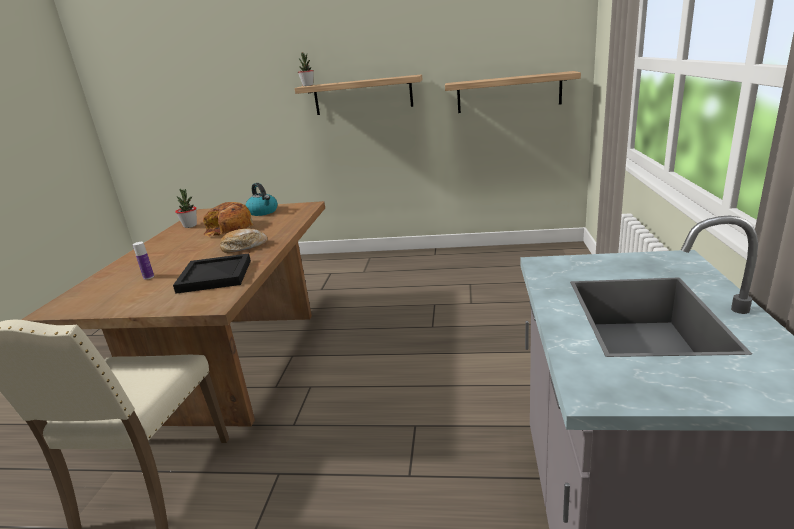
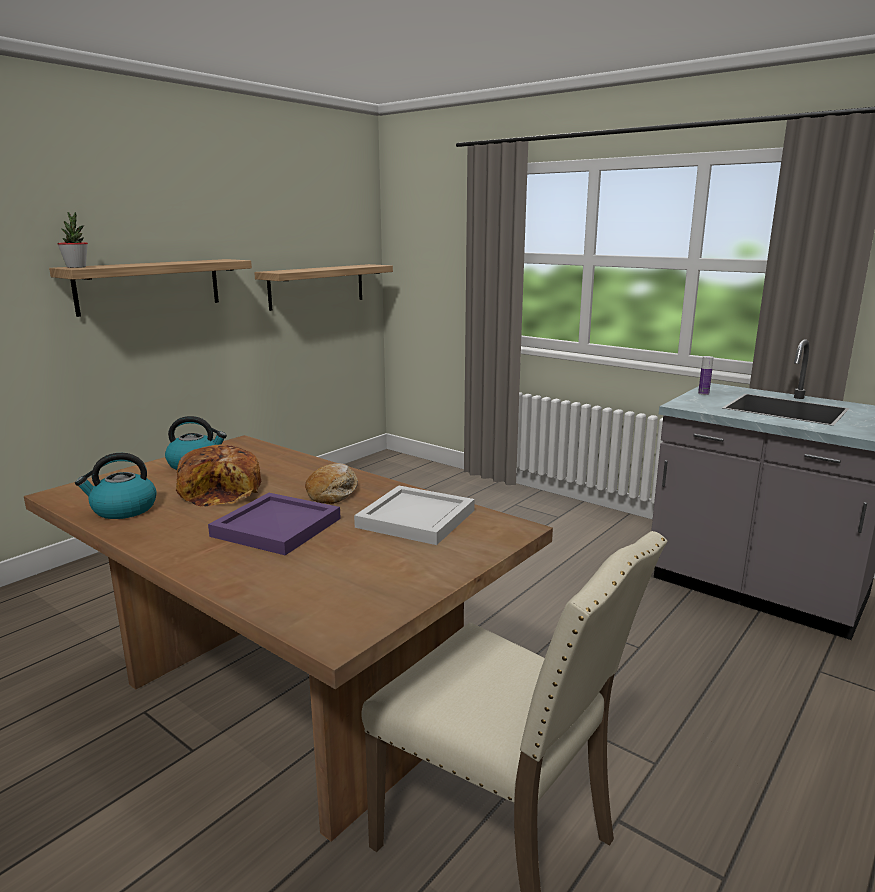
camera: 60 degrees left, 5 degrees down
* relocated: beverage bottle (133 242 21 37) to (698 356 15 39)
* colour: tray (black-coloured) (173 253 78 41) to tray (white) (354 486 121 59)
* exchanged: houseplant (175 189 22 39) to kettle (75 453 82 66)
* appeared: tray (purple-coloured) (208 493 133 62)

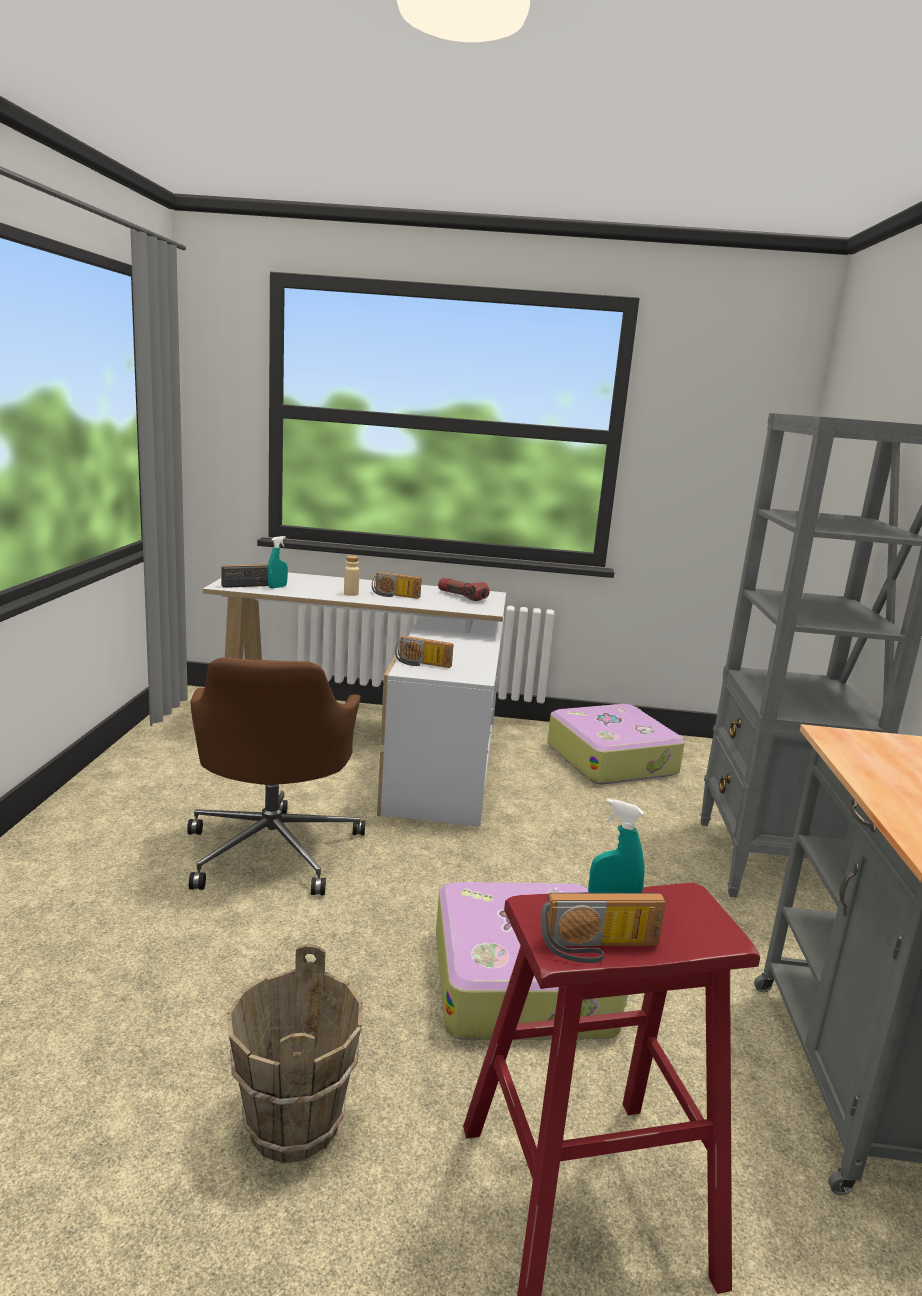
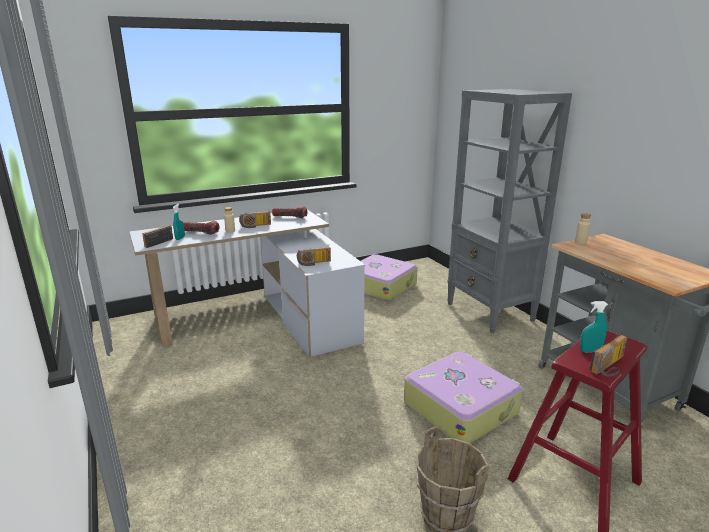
camera: 30 degrees left, 5 degrees up
* missing: office chair (brown) (187 657 178 238)
* appeared: torch (183 221 37 14)
* appeared: beverage bottle (sand-coloured) (575 213 16 31)

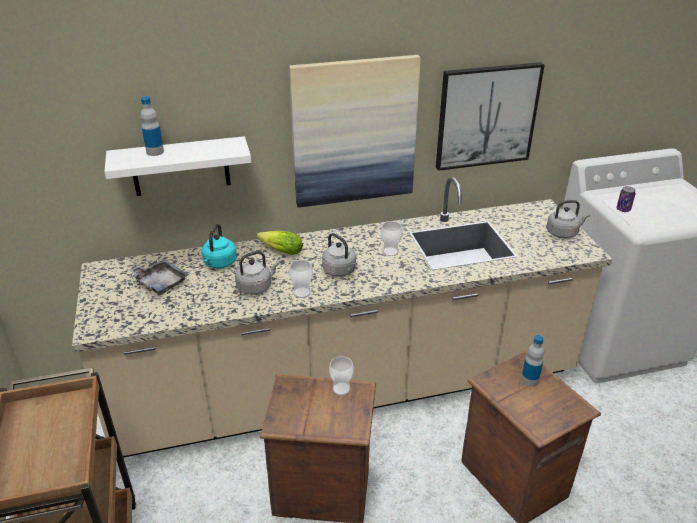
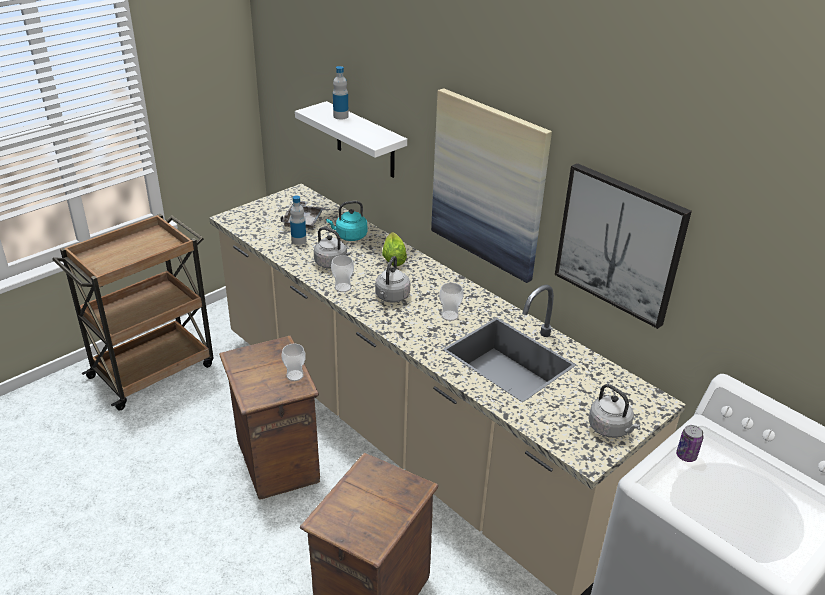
camera: 60 degrees right, 0 degrees up
* relocated: beverage bottle (521 335 23 52) to (290 195 16 50)

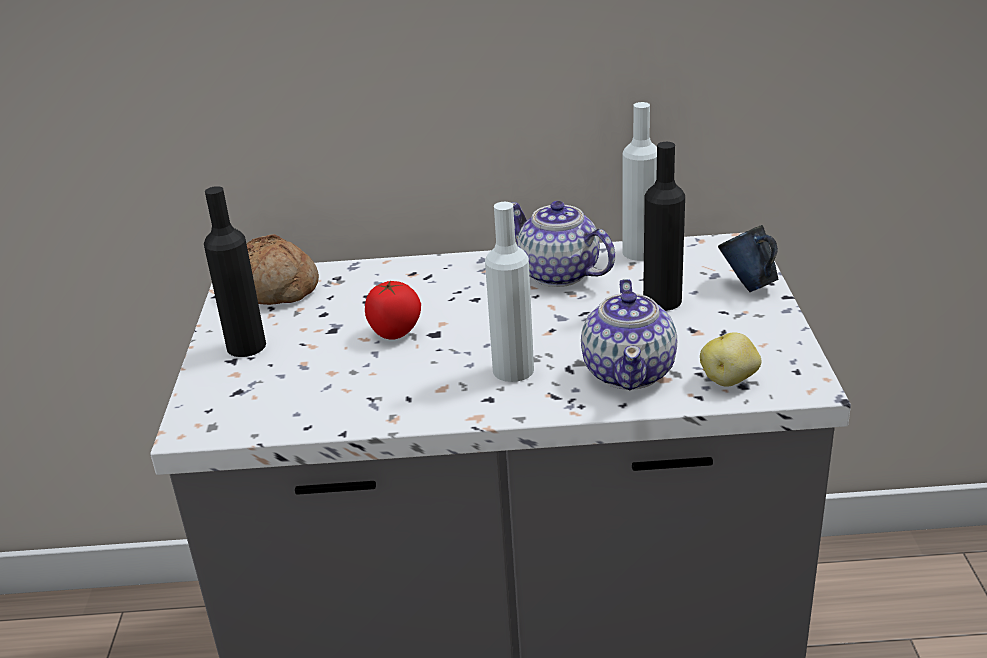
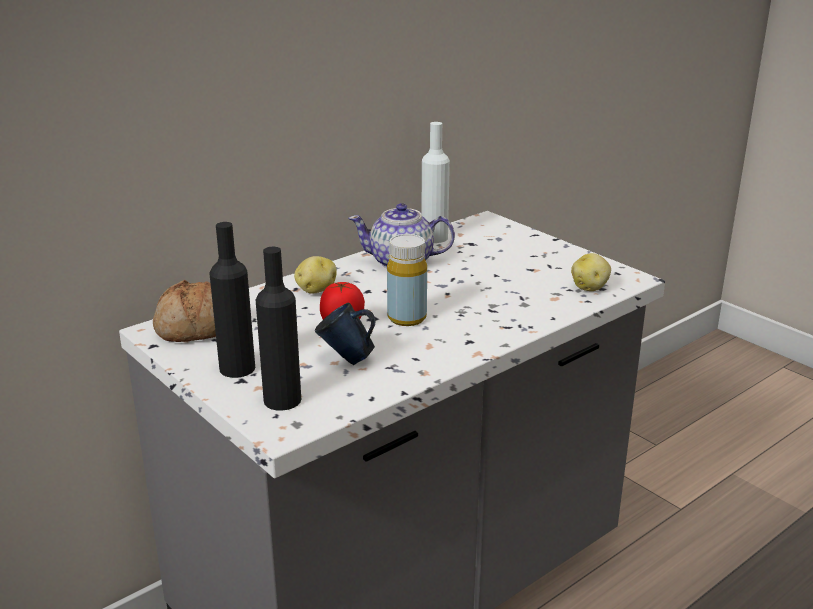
camera: 40 degrees left, 5 degrees down
* missing: beverage bottle (white) (485 202 49 180)
* missing: tea pot (581 279 96 111)
* relocated: beverage bottle (black-coloured) (643 142 42 169) to (256 247 45 164)
* relocated: tea mug (blue-coloured) (718 225 60 67) to (315 303 61 62)
* appeared: spud (294 256 43 38)
* appeared: beverage bottle (yellow-coloured) (387 234 40 92)

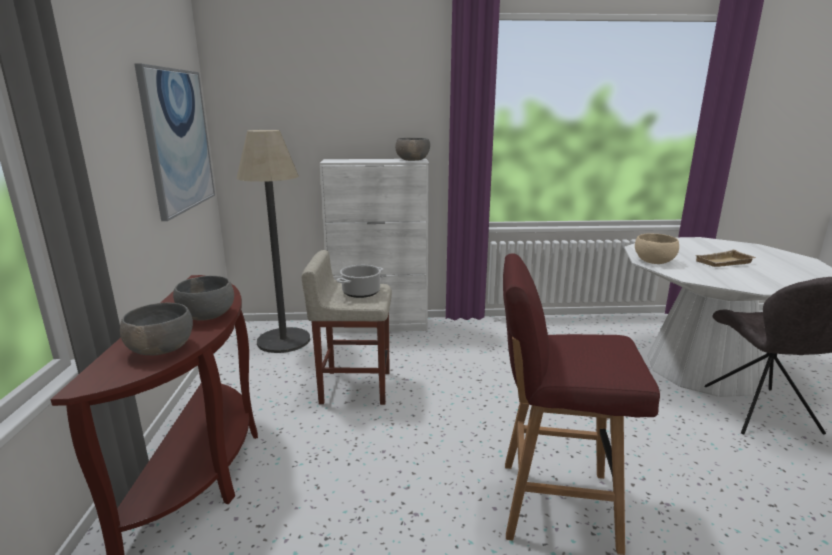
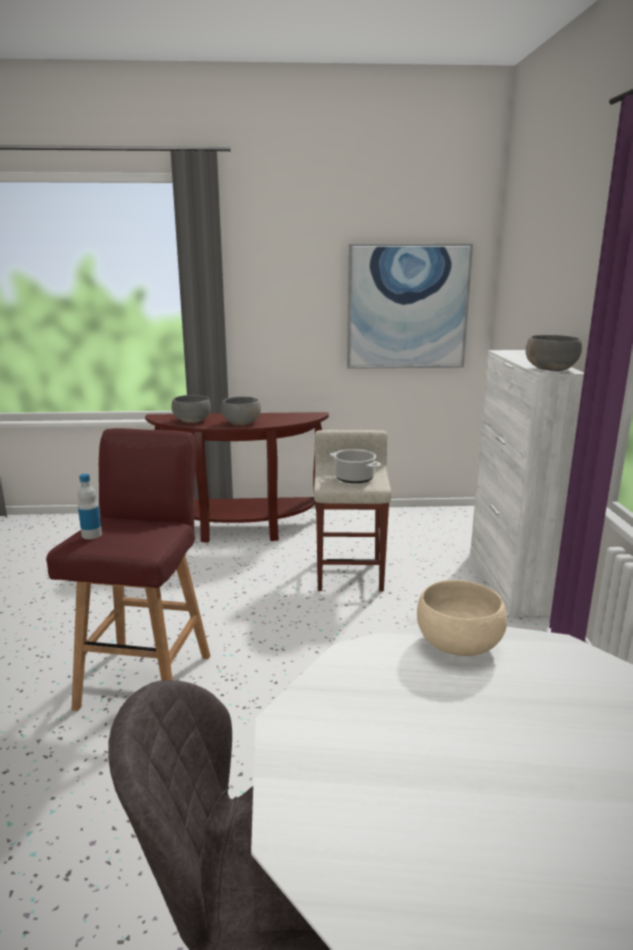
camera: 90 degrees right, 0 degrees up
* missing: standard lamp (236 130 74 223)
* missing: tray (sand-coloured) (696 250 61 17)
* appeared: beverage bottle (77 474 25 65)

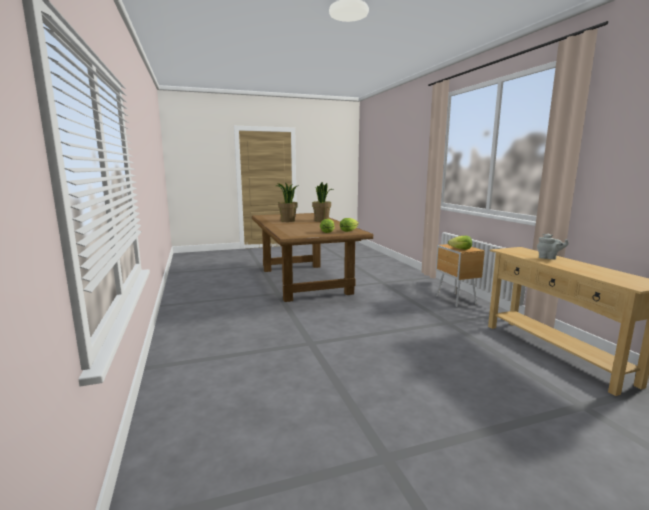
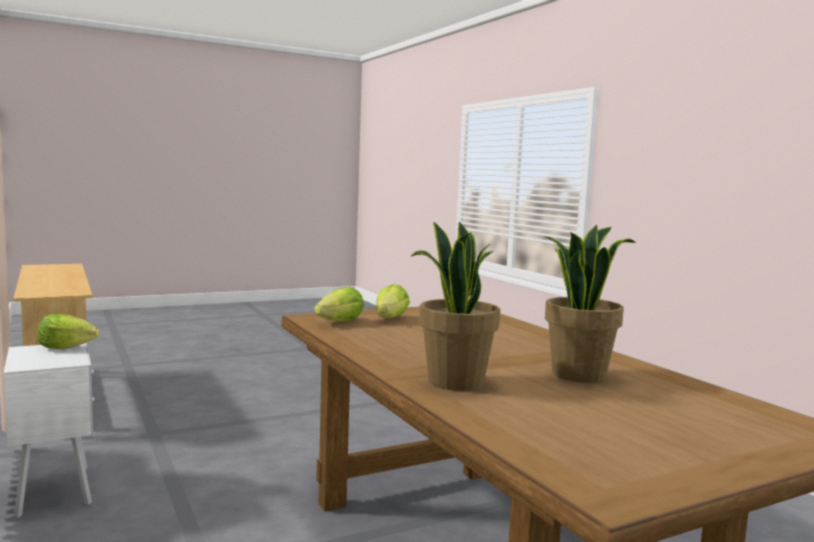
camera: 170 degrees right, 5 degrees down
* colour: nightstand (brown) (436 244 49 63) to nightstand (white) (3 342 91 176)
* missing: tea pot (grey) (537 234 32 25)

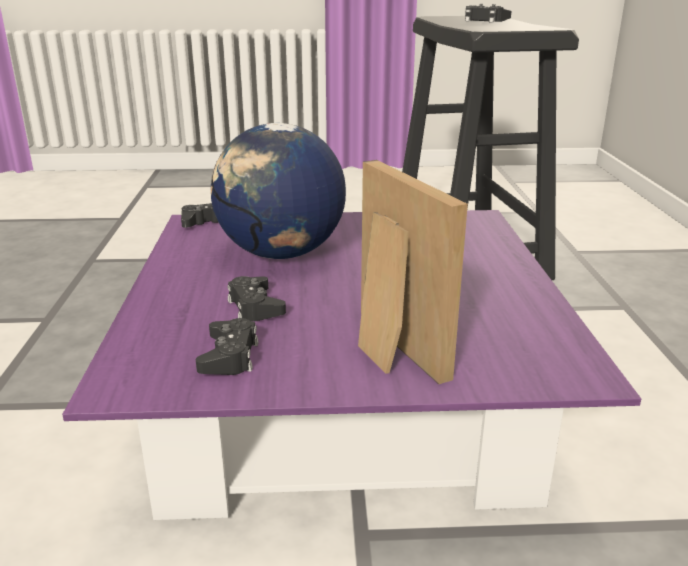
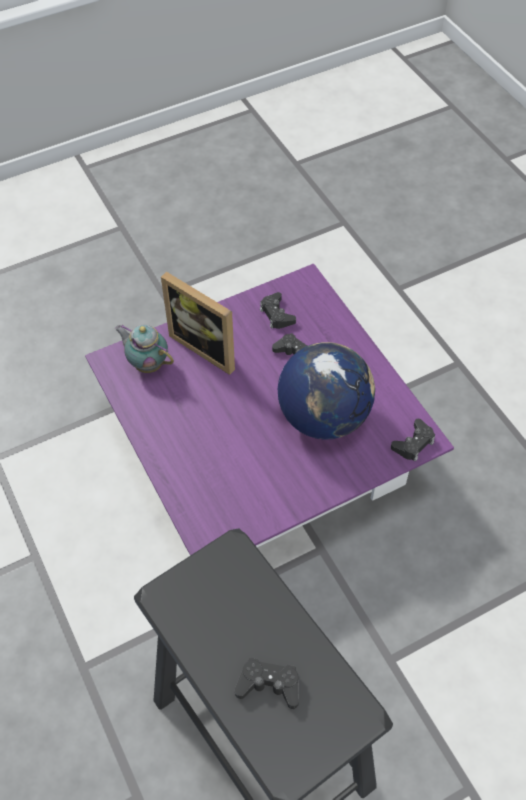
camera: 155 degrees right, 30 degrees up
* appeared: tea pot (115 324 59 49)

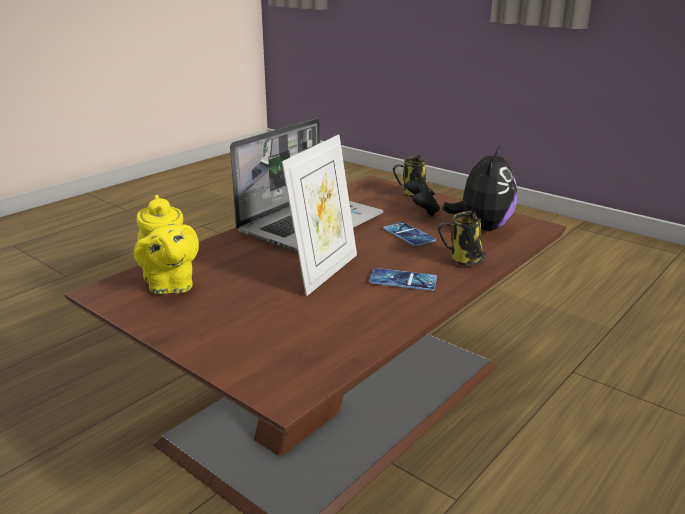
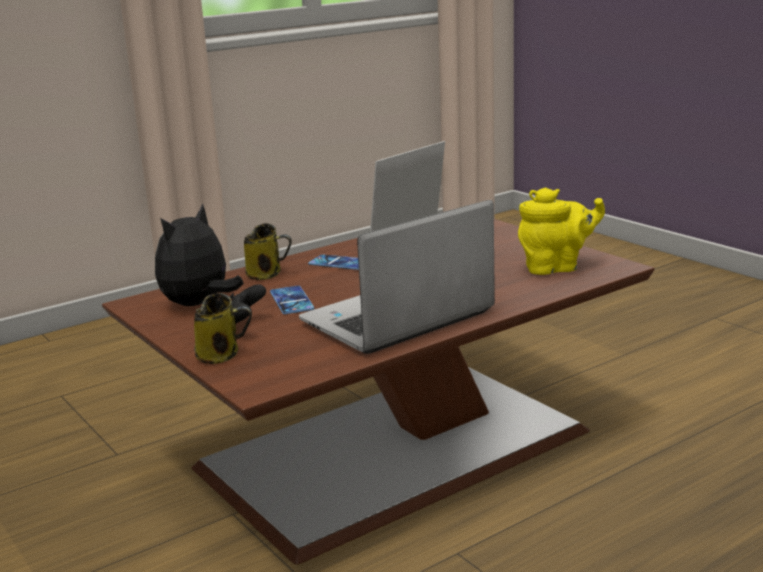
camera: 165 degrees left, 5 degrees down
* spun: tea pot (yellow-coloured) (134 195 65 99) = (518 187 87 88) 90 degrees clockwise

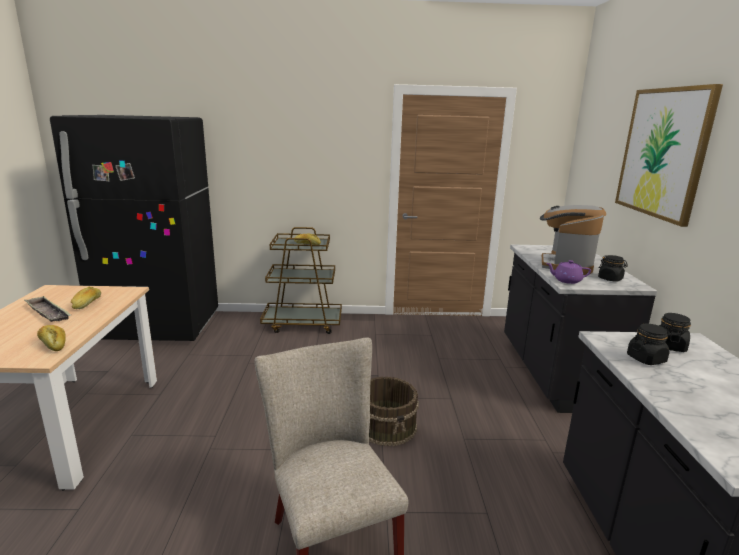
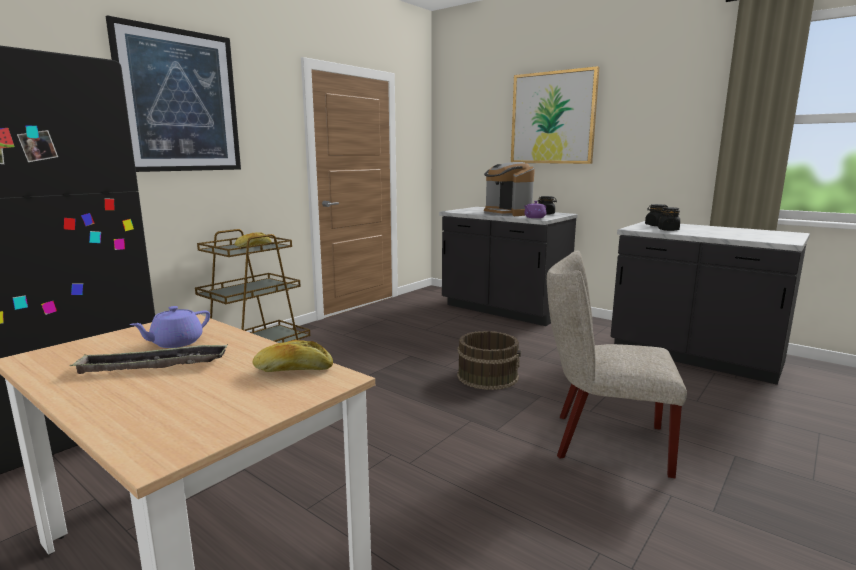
camera: 50 degrees left, 5 degrees down
* exchanged: baked bread (71 287 30 22) to tea pot (purple-coloured) (130 306 80 42)
* appeared: picture (105 15 136 157)

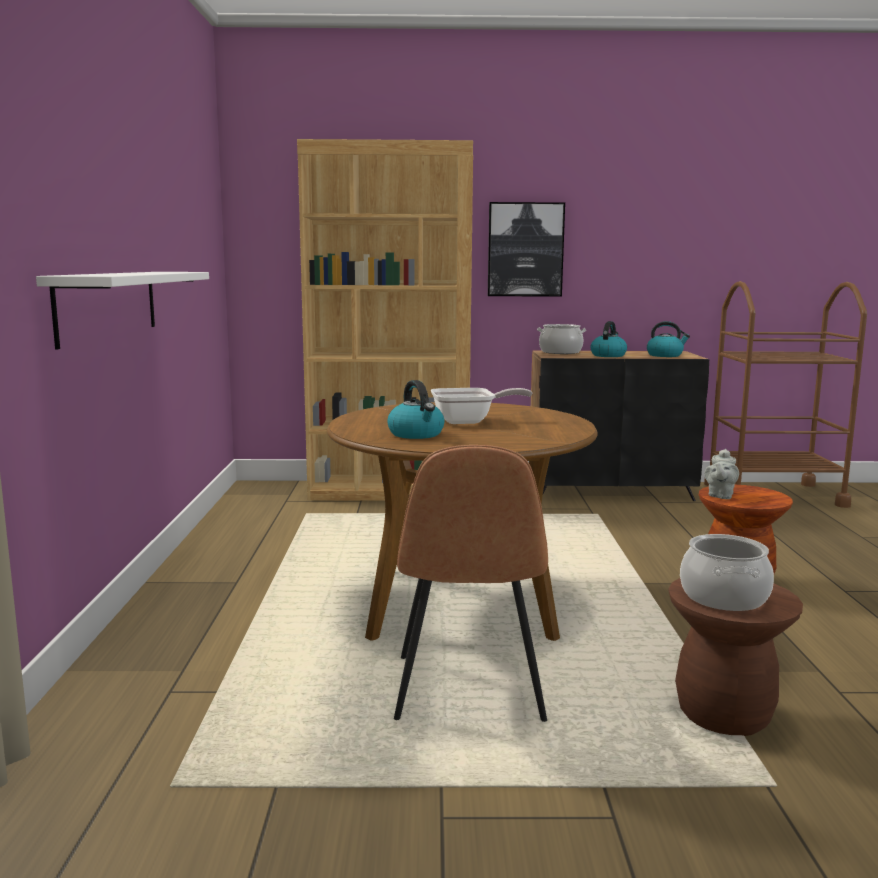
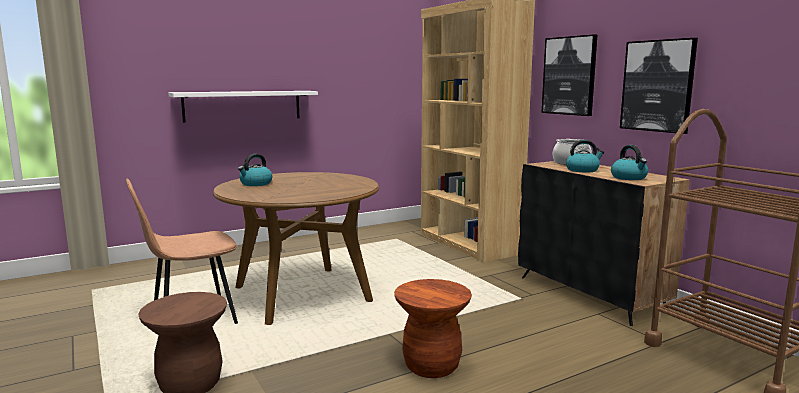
camera: 60 degrees right, 0 degrees up
* missing: pan (431 388 101 36)
* missing: stockpot (680 534 94 77)
* missing: tea pot (grey) (704 449 35 50)
* appeared: picture (620 38 78 96)

